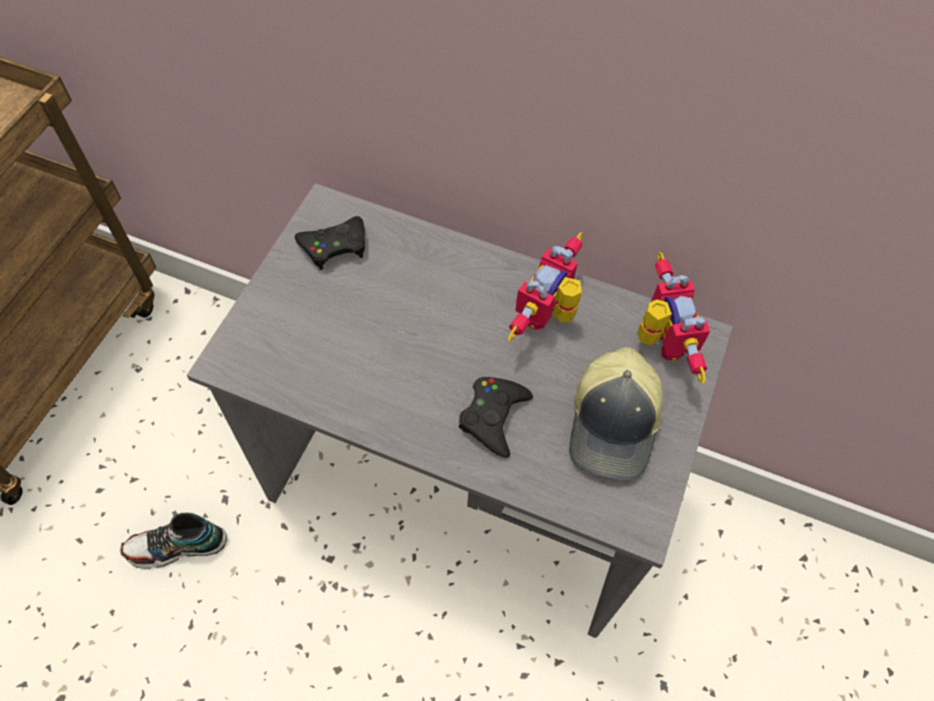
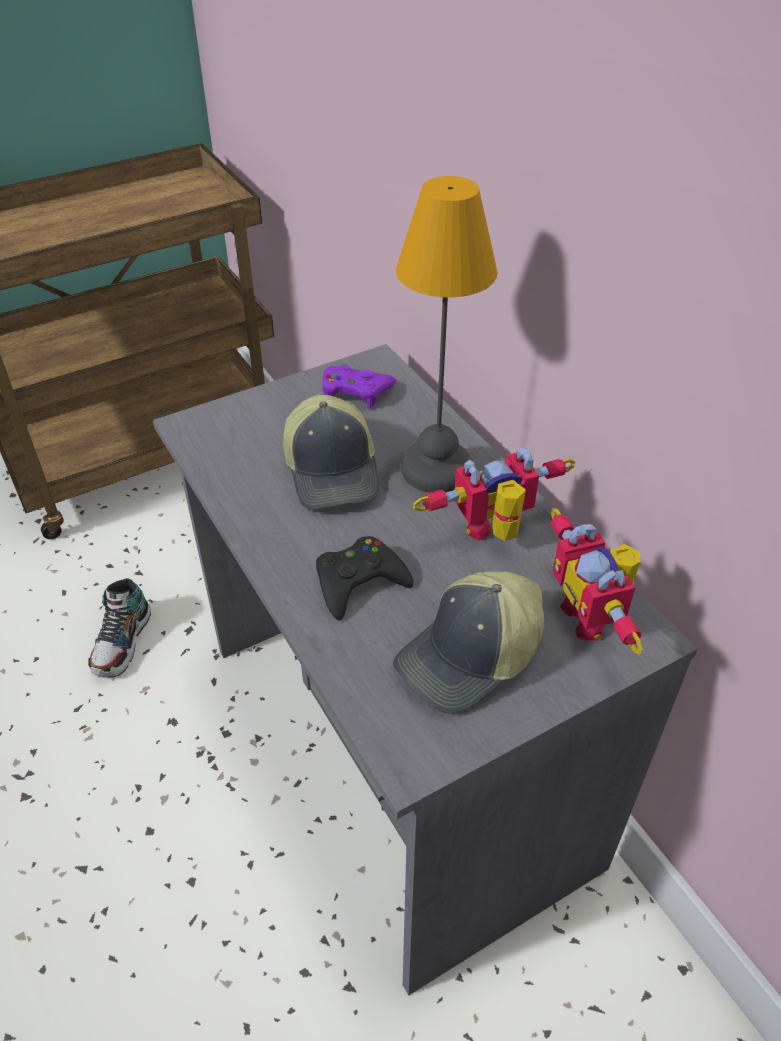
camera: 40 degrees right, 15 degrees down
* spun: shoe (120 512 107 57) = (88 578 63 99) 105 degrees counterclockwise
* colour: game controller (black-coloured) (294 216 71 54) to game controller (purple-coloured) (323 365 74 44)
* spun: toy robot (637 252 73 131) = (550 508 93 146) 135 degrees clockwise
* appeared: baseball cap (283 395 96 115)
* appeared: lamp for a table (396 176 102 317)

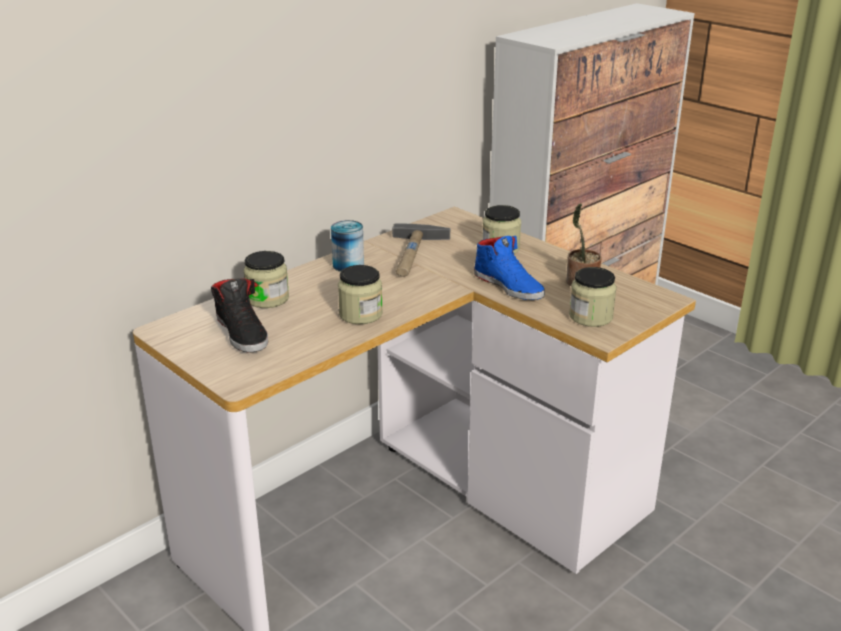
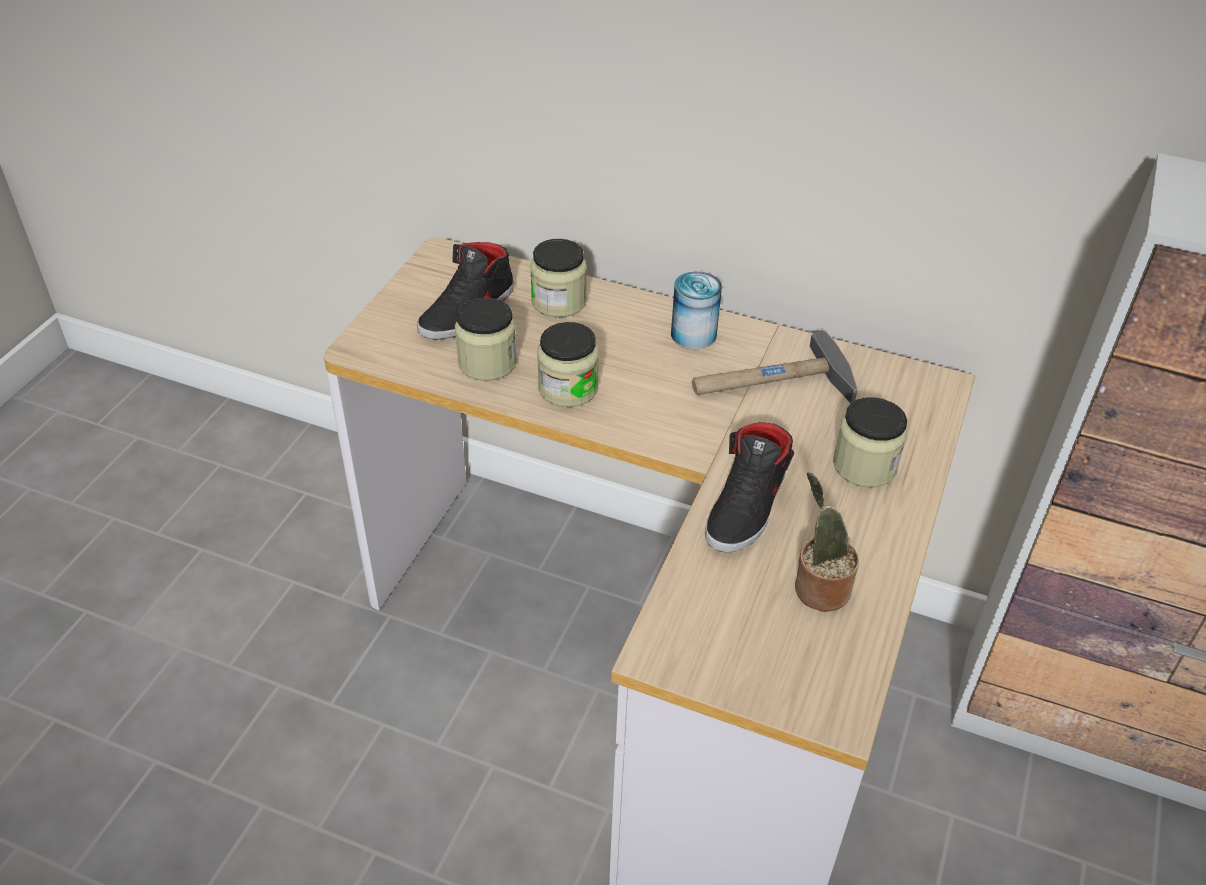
camera: 65 degrees right, 15 degrees up
* colour: shoe (blue-coloured) (474 236 71 64) to shoe (black-coloured) (705 422 89 130)
* relocated: storage jar (569 267 48 60) to (455 298 62 83)

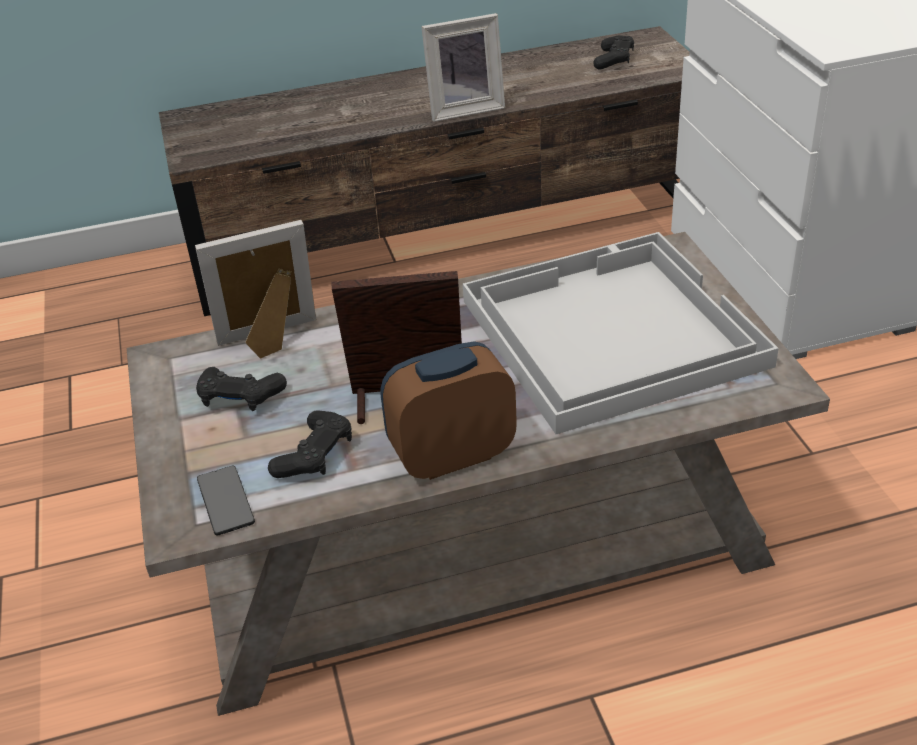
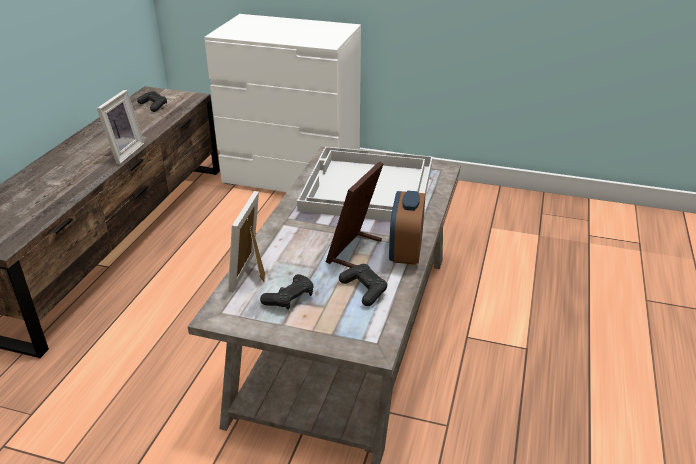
camera: 60 degrees left, 5 degrees down
* missing: handset (197 466 58 69)

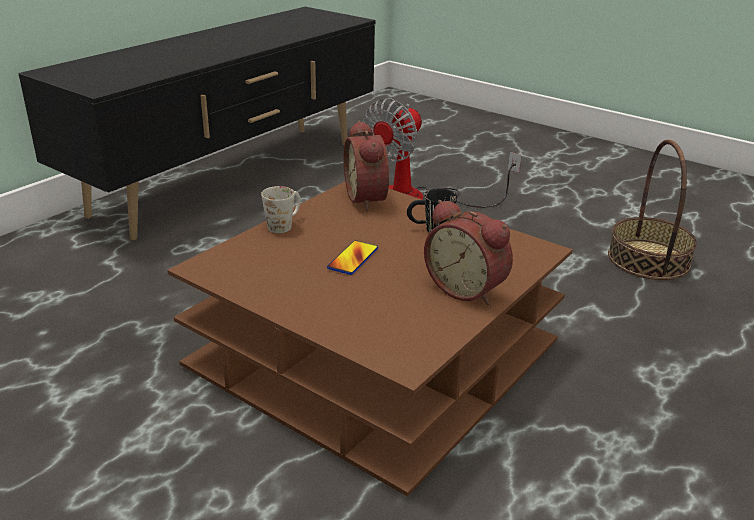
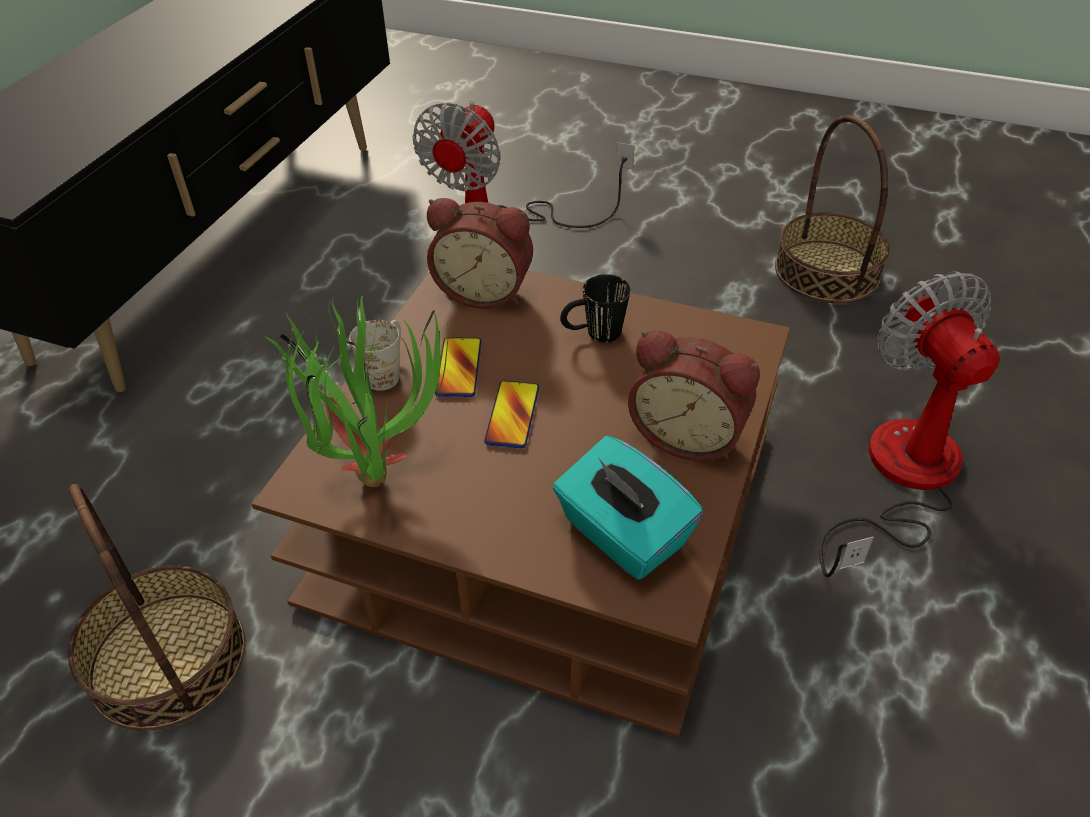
camera: 15 degrees left, 15 degrees up
* spun: table clock (344 121 45 90) = (427 198 106 111) 45 degrees counterclockwise
* appeared: household basket (68 484 178 247)
* appeared: houseplant (264 295 184 192)
* appeared: handset (435 337 46 60)
* appeared: tissue holder (turquoise-coloured) (553 436 150 143)
* appeared: fan (819 271 181 306)

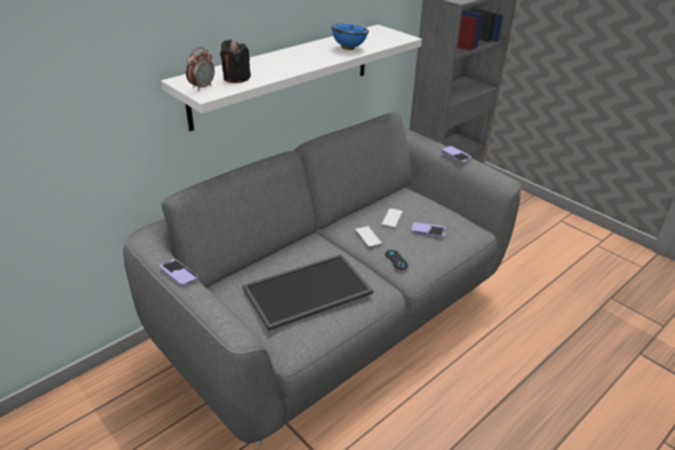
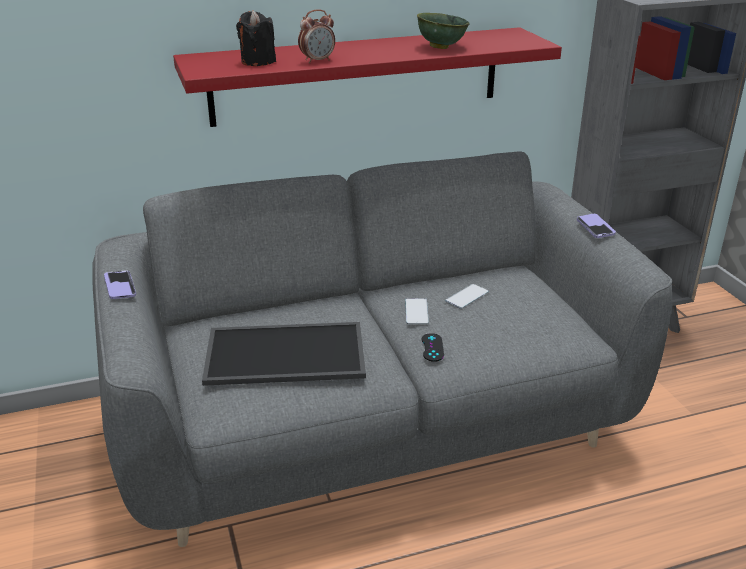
camera: 25 degrees right, 5 degrees down
* colour: wall shelf (white) (161 25 261 106) to wall shelf (red-coloured) (173 27 389 100)
* relocated: table clock (186 47 29 44) to (298 9 37 55)
* colour: deep dish (blue-coloured) (331 23 38 27) to deep dish (greenish) (417 13 53 36)
* missing: handset (411 222 34 16)

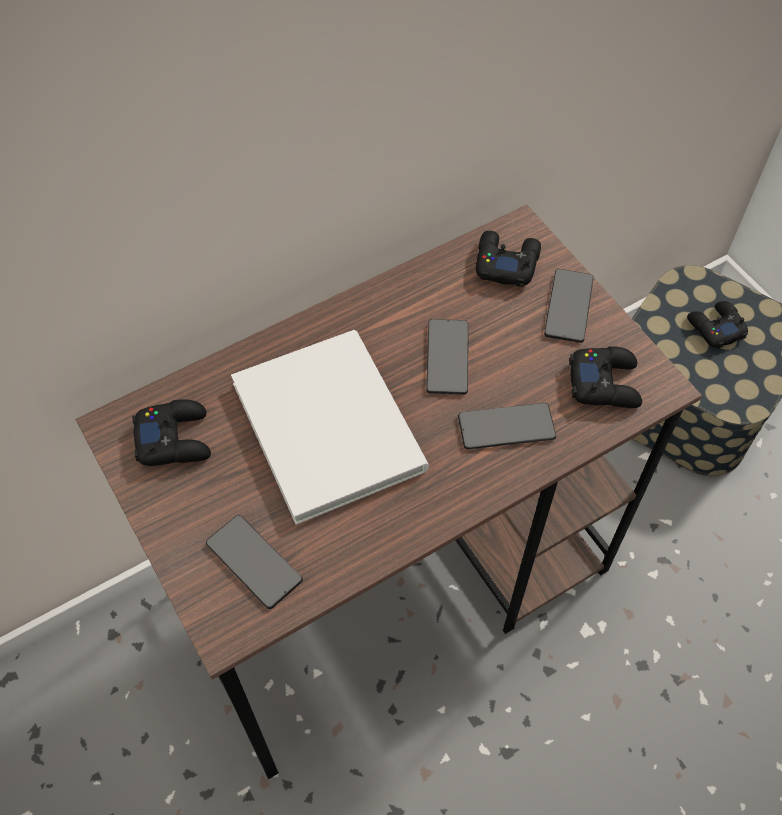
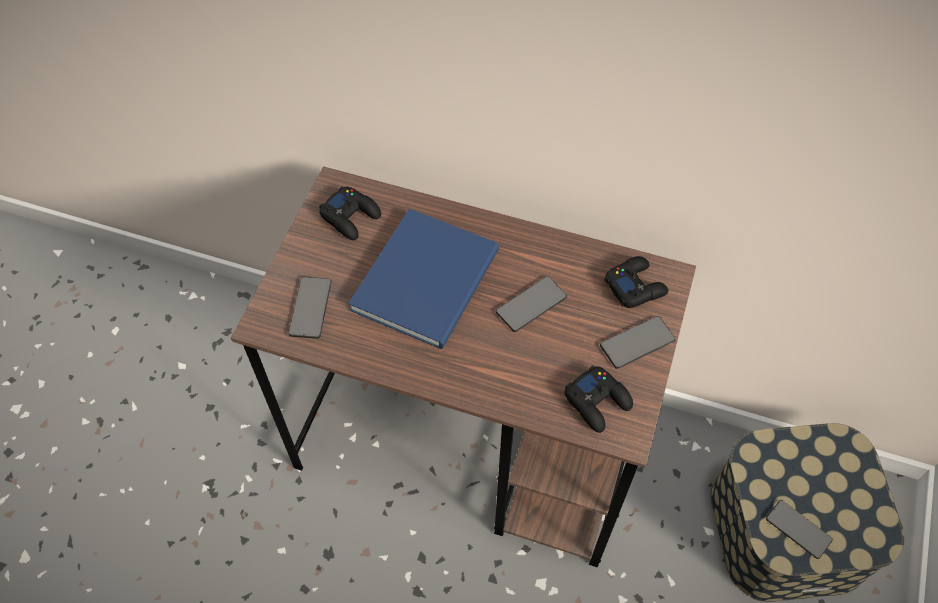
camera: 50 degrees right, 0 degrees up
* colour: book (white) (231 330 198 195) to book (blue-coloured) (348 209 151 140)
* relocated: handset (458 403 98 46) to (766 500 67 59)
* missing: game controller (black-coloured) (687 301 61 48)

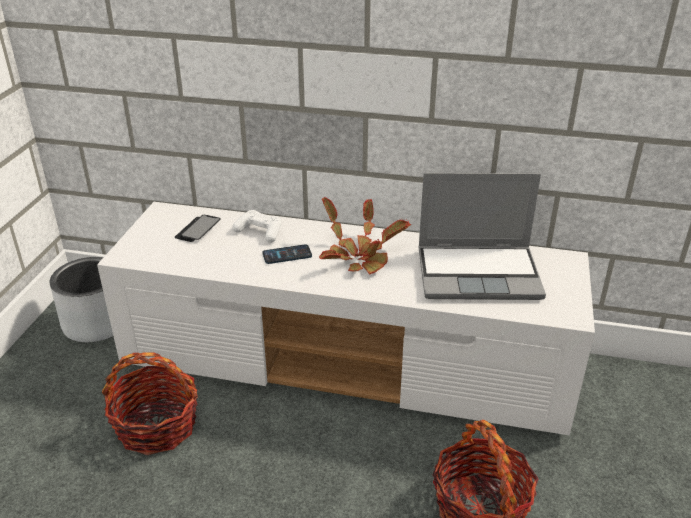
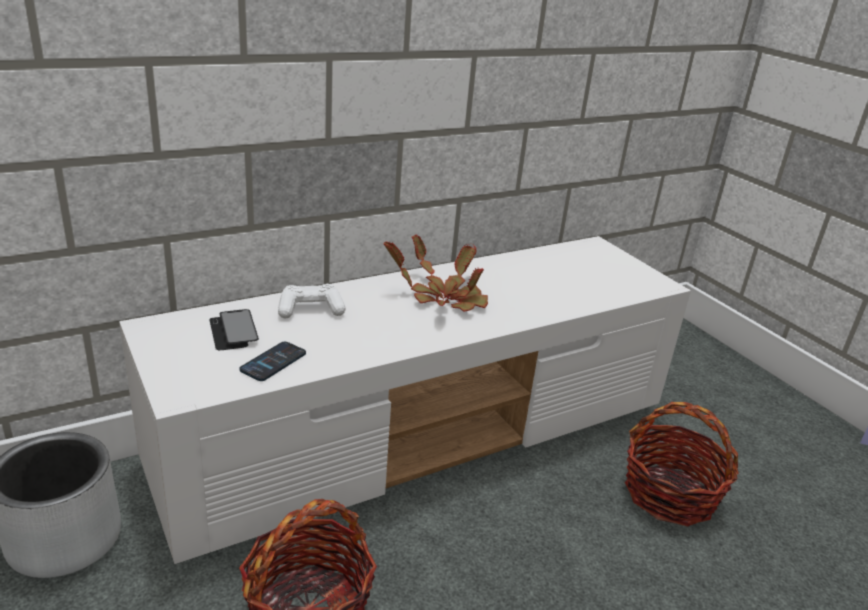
camera: 45 degrees left, 5 degrees down
* relocated: handset (263 244 49 20) to (239 342 67 39)
* missing: notebook computer (418 173 128 127)

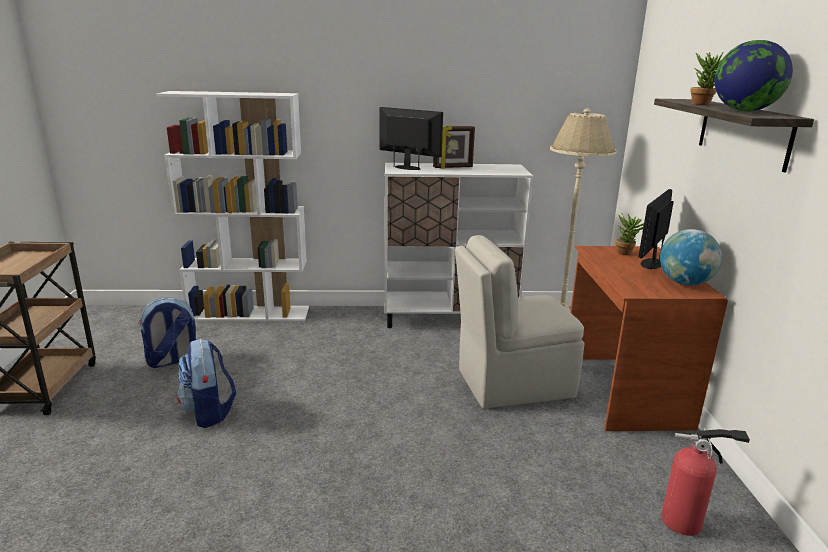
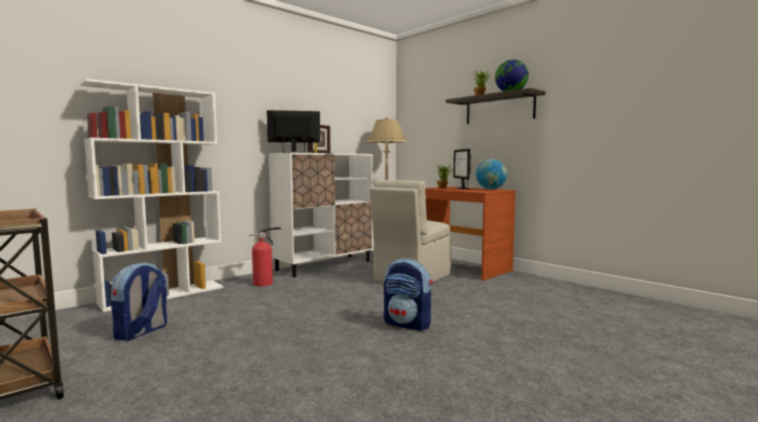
camera: 40 degrees left, 15 degrees down
* relocated: knapsack (177 339 59 89) to (384 258 49 73)
* relocated: extinguisher (661 428 89 108) to (249 227 32 59)

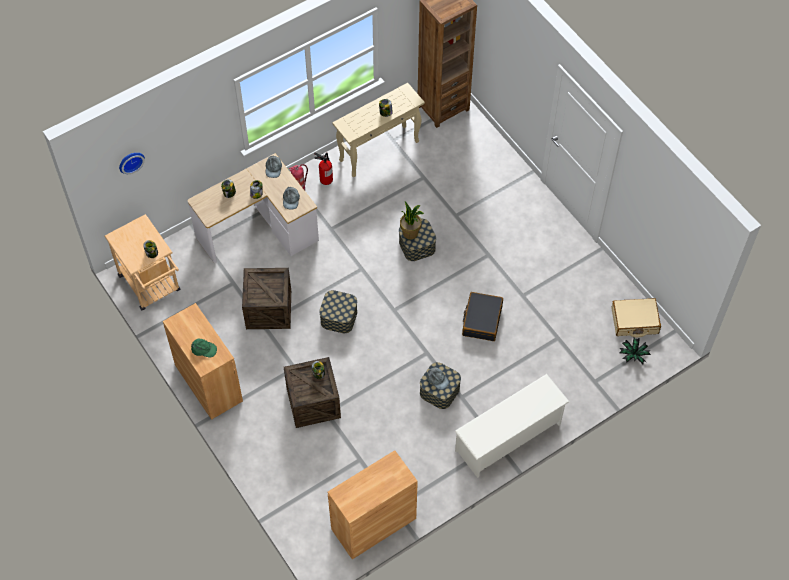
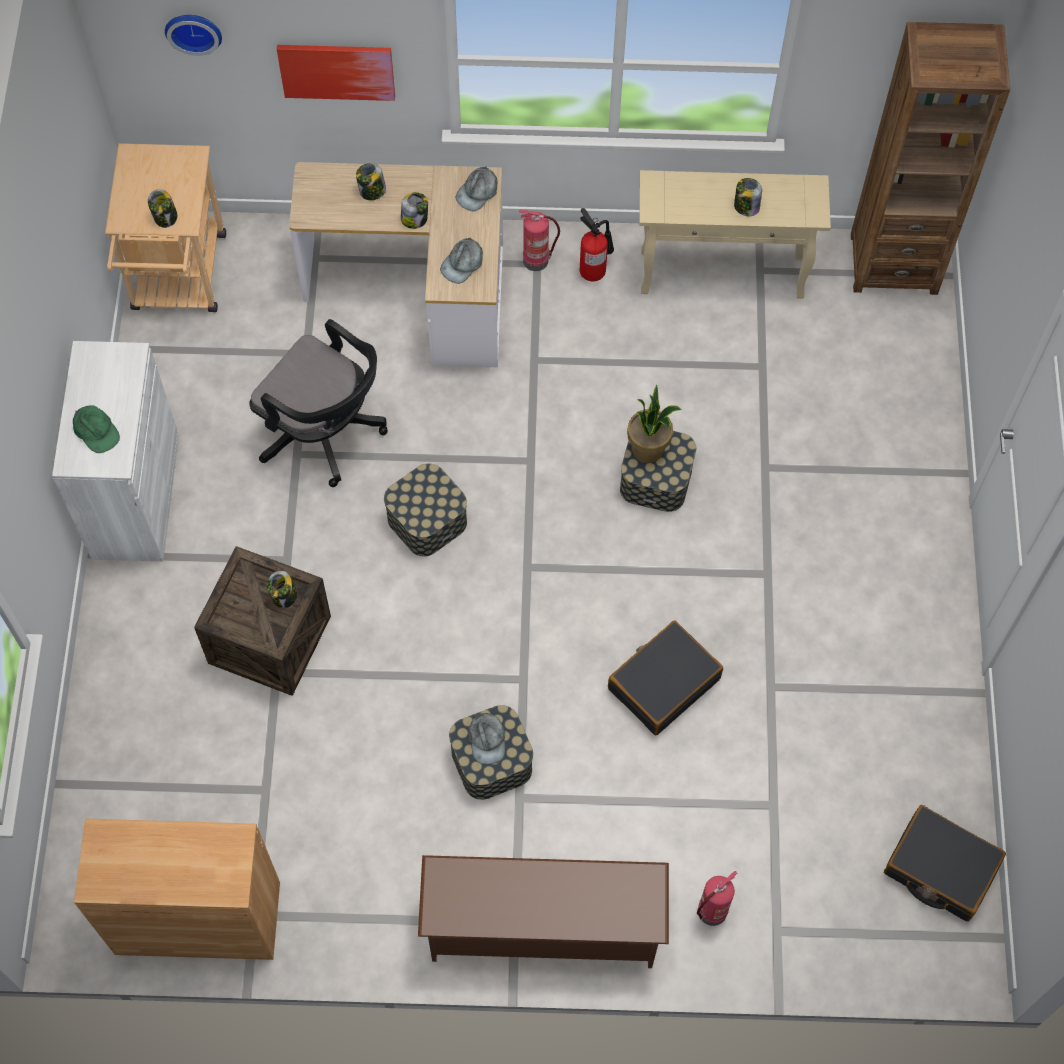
camera: 35 degrees right, 5 degrees up
* colour: cupboard (brown) (163 303 80 117) to cupboard (white) (52 341 127 221)
* exchanged: crate (242 268 49 61) to office chair (black-coloured) (249 319 139 168)
* colour: shoe rack (white) (455 374 114 104) to shoe rack (brown) (418 855 251 113)
* colour: piece of luggage (sand-coloured) (611 298 50 39) to piece of luggage (black-coloured) (884 805 122 117)
* missing: houseplant (620 337 31 28)
* appeared: picture (277 45 118 56)
* appeared: extinguisher (697 871 40 55)

